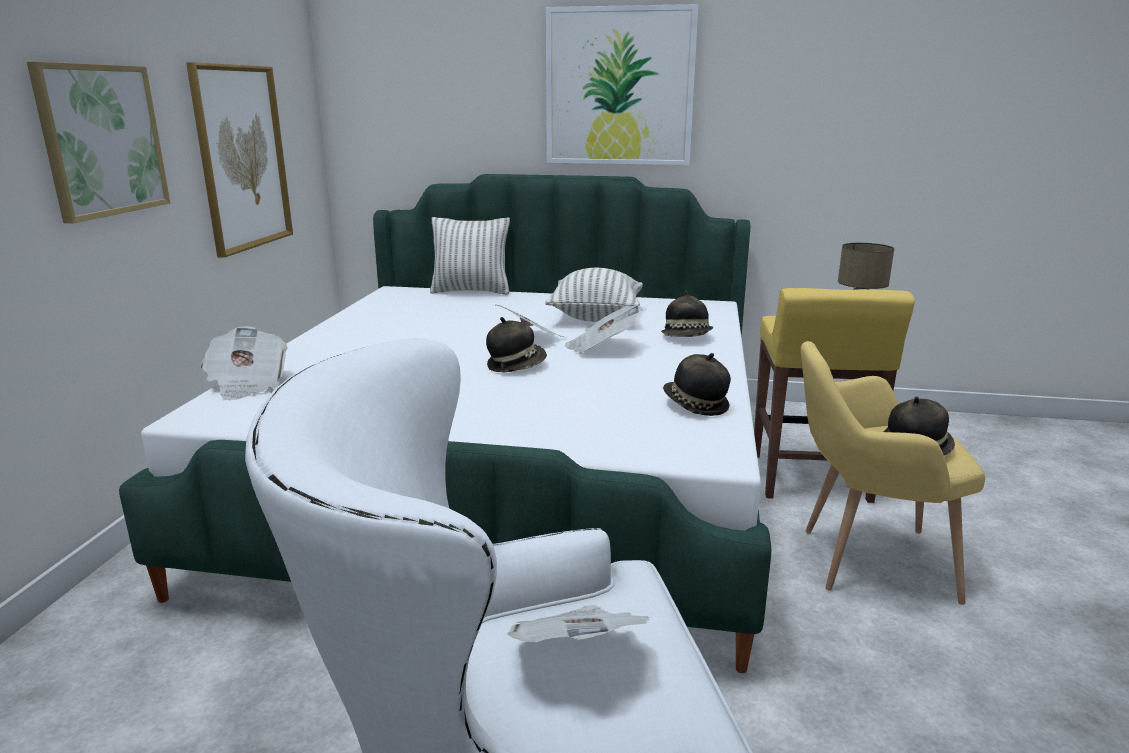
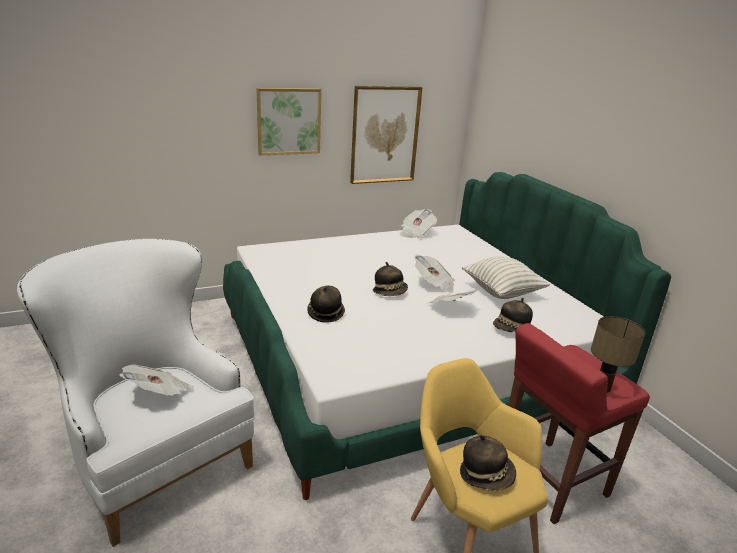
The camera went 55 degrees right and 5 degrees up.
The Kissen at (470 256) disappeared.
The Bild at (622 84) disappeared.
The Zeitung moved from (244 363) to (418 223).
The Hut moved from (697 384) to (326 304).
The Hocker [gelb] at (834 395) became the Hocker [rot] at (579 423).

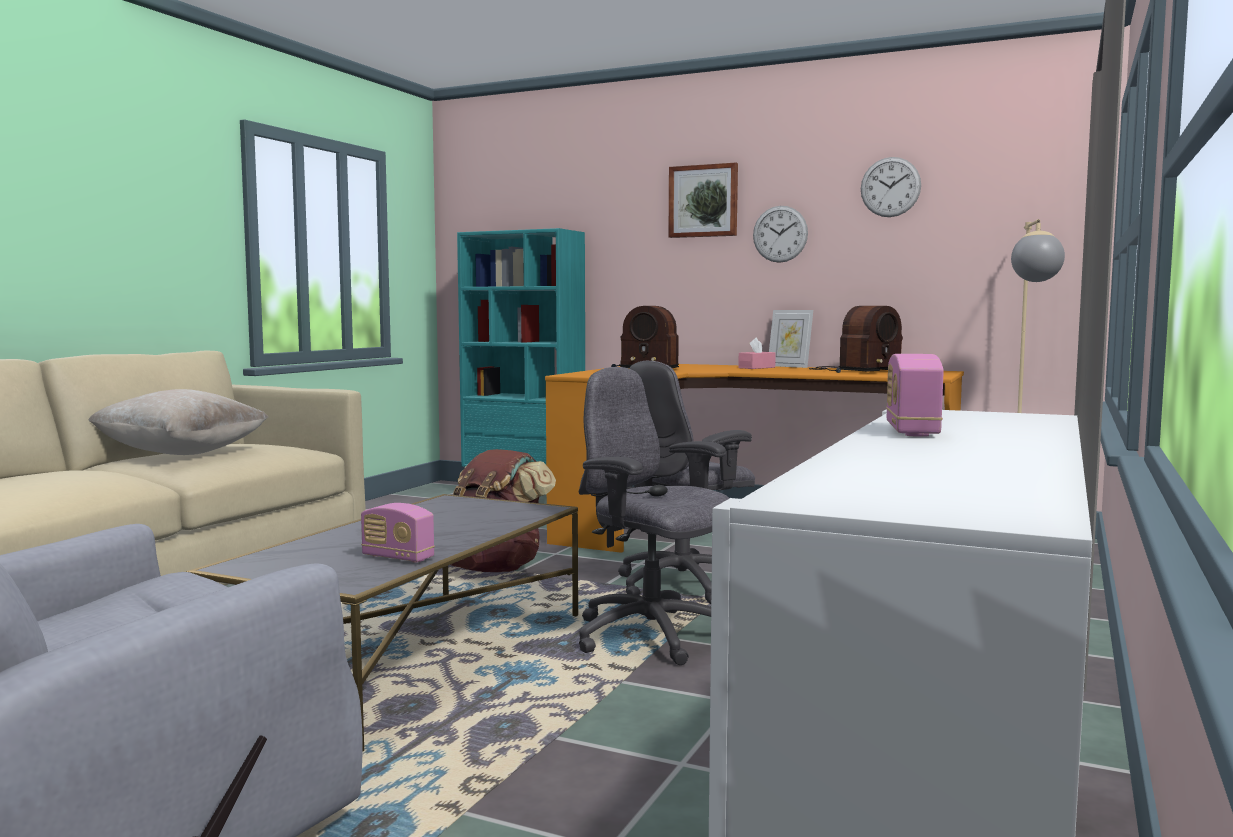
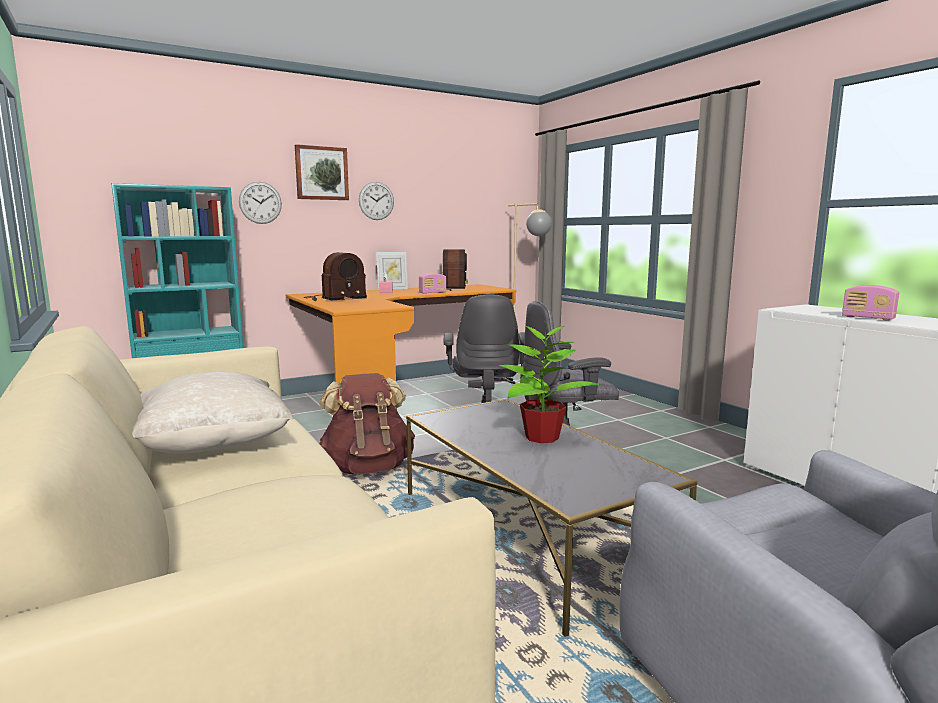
The camera went 55 degrees left and 5 degrees up.
The Topfpflanze at (549 382) appeared.
The Radio moved from (398 532) to (432 283).
The Wanduhr moved from (891 187) to (260 203).

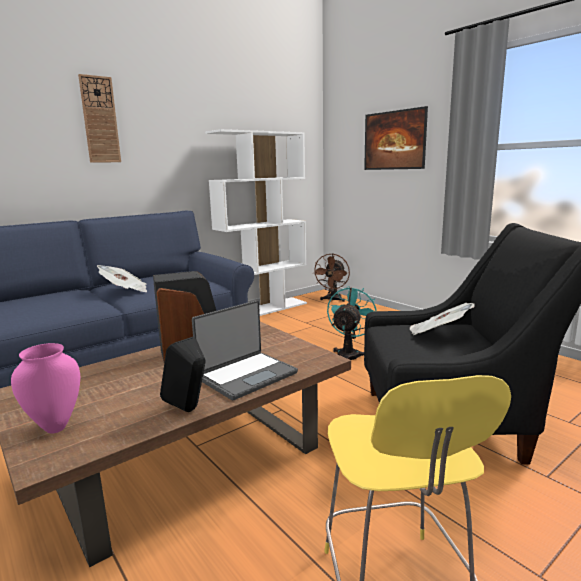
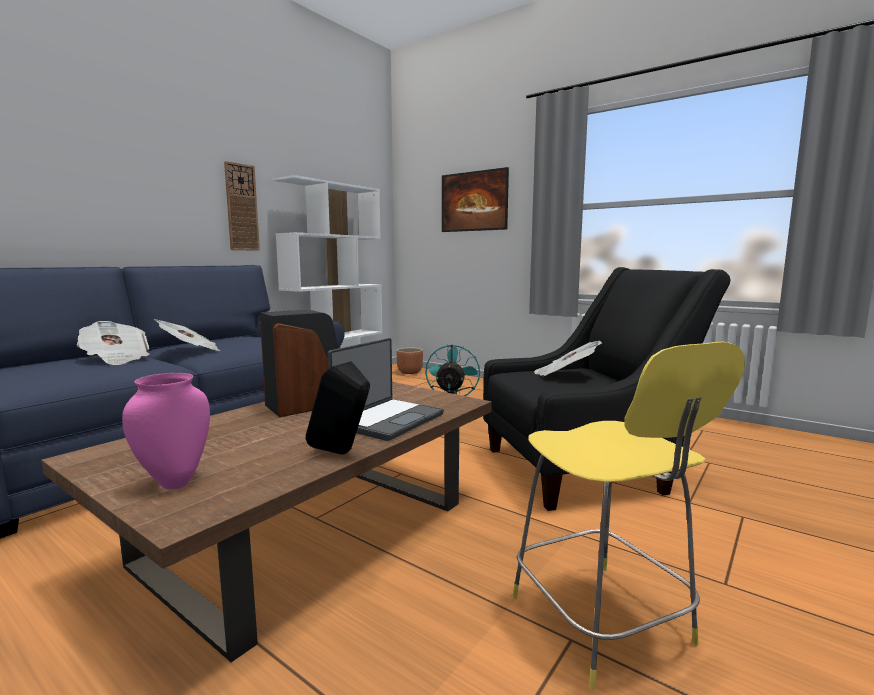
The camera went 15 degrees left and 5 degrees down.
The Zeitung at (113 343) appeared.
The Wanduhr moved from (99 118) to (242 206).
The Ventilator [braun] at (331 277) was replaced by the Pflanzkübel [braun] at (409 361).

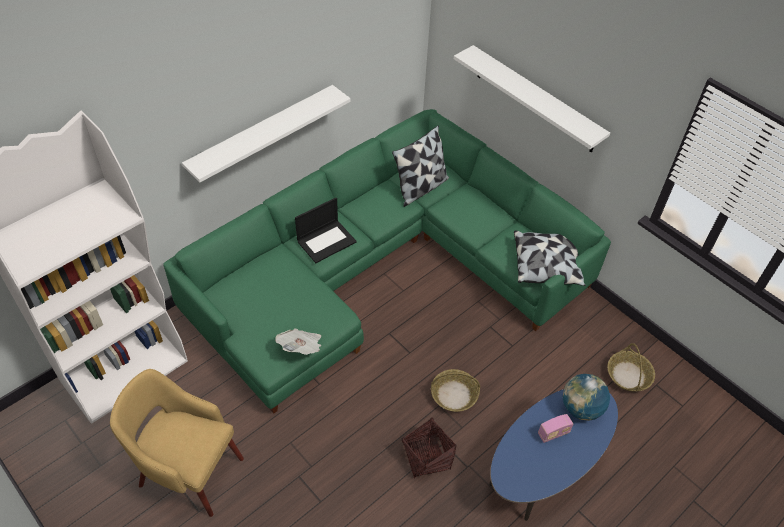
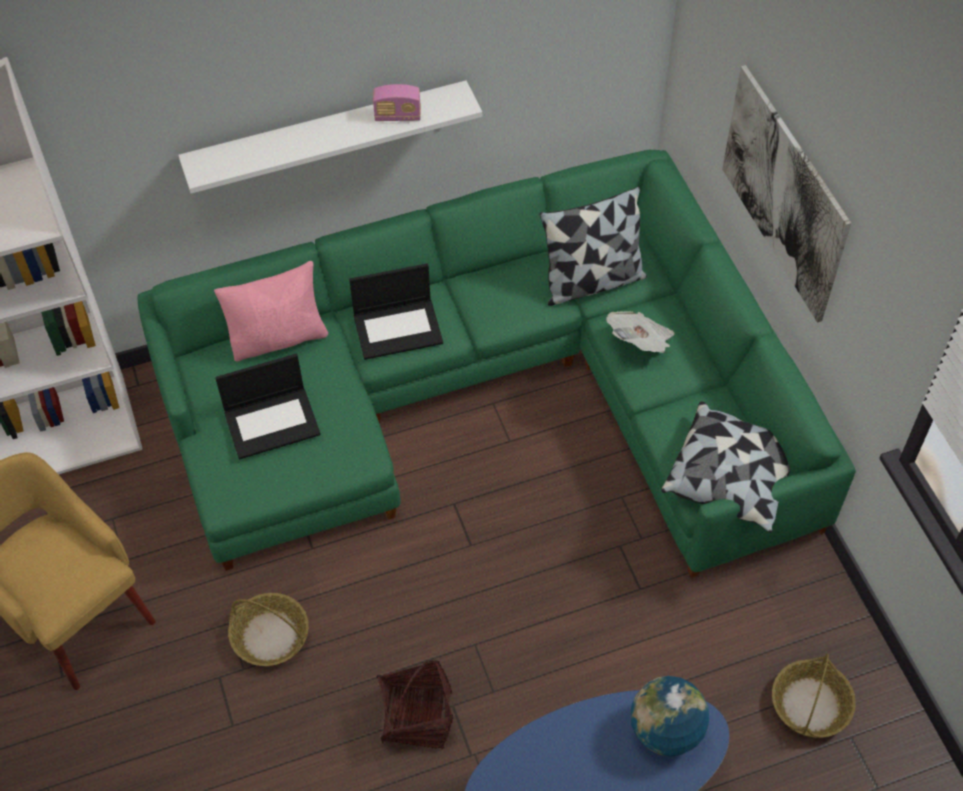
The camera went 25 degrees right and 5 degrees up.
The Kissen [rosa] at (271 311) appeared.
The Laptop at (268 406) appeared.
The Zeitung moved from (298 341) to (640 332).
The Korb moved from (455 390) to (268 629).
The Radio moved from (555 428) to (397 102).
The Wandregal [weiß] at (532 99) was replaced by the Bild at (786 194).

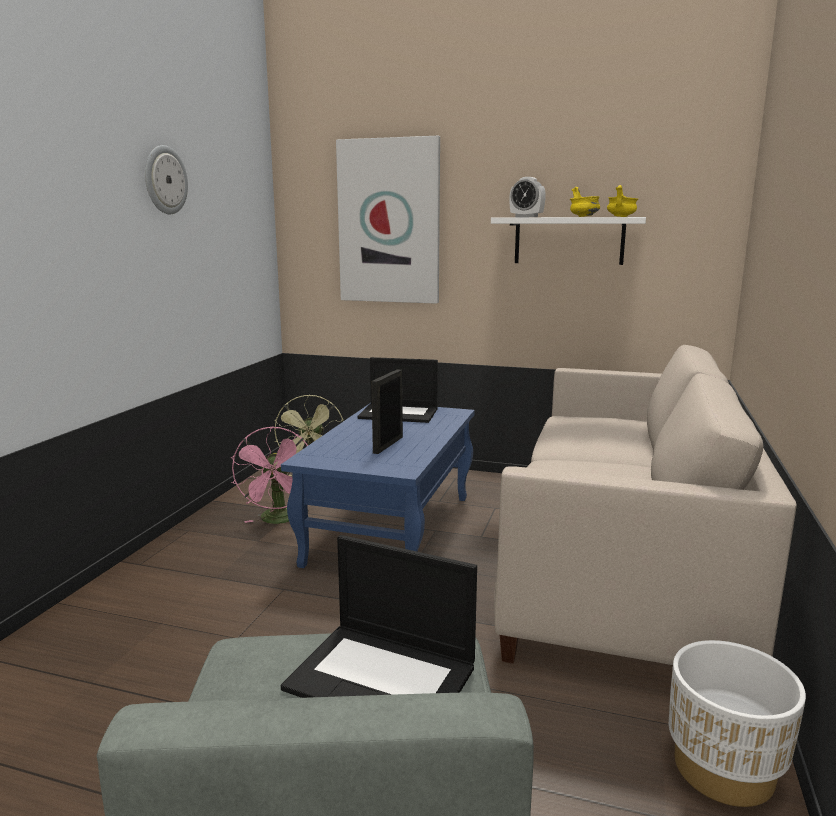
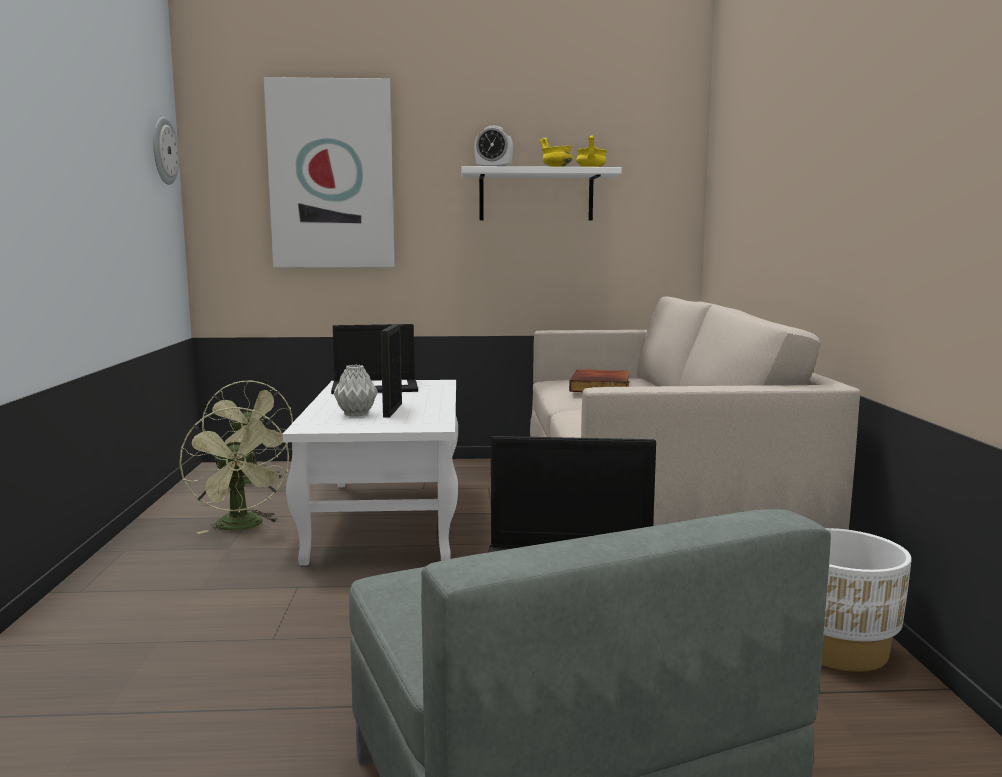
The camera went 20 degrees left and 5 degrees down.
The Vase [grau] at (356 391) appeared.
The Buch at (599 380) appeared.
The Wanduhr moved from (166 179) to (166 151).
The Ventilator [rosa] at (270 475) became the Ventilator [grün] at (234 470).
The Couchtisch [blau] at (377 485) became the Couchtisch [weiß] at (370 473).

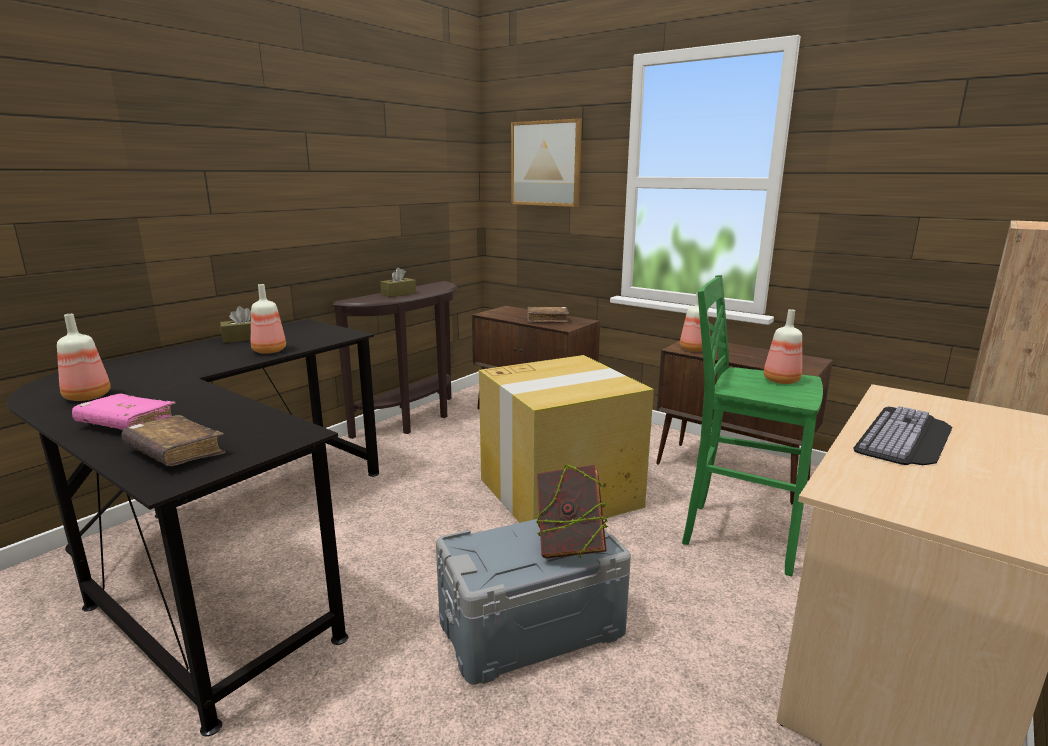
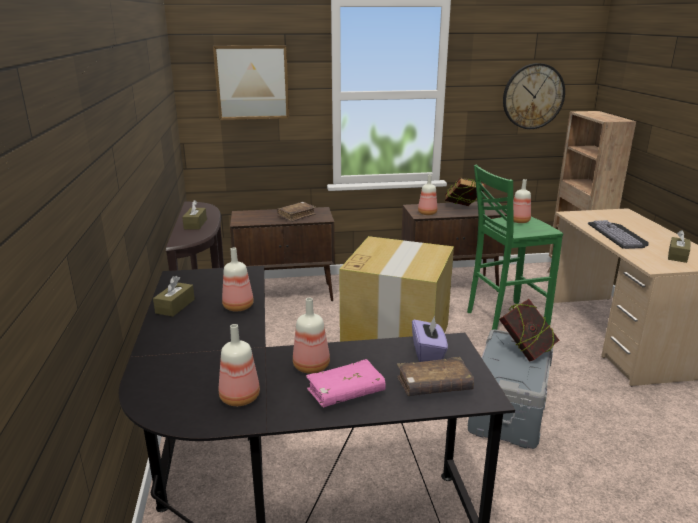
The camera went 45 degrees left and 5 degrees up.
The Flasche at (311 336) appeared.
The Taschentuchbox [lila] at (430 338) appeared.
The Buch at (465 192) appeared.
The Wanduhr at (534 96) appeared.
The Taschentuchbox [braun] at (679 246) appeared.

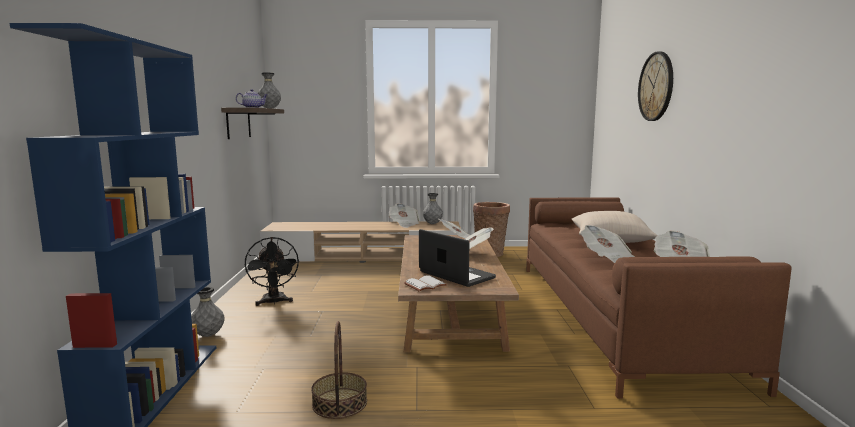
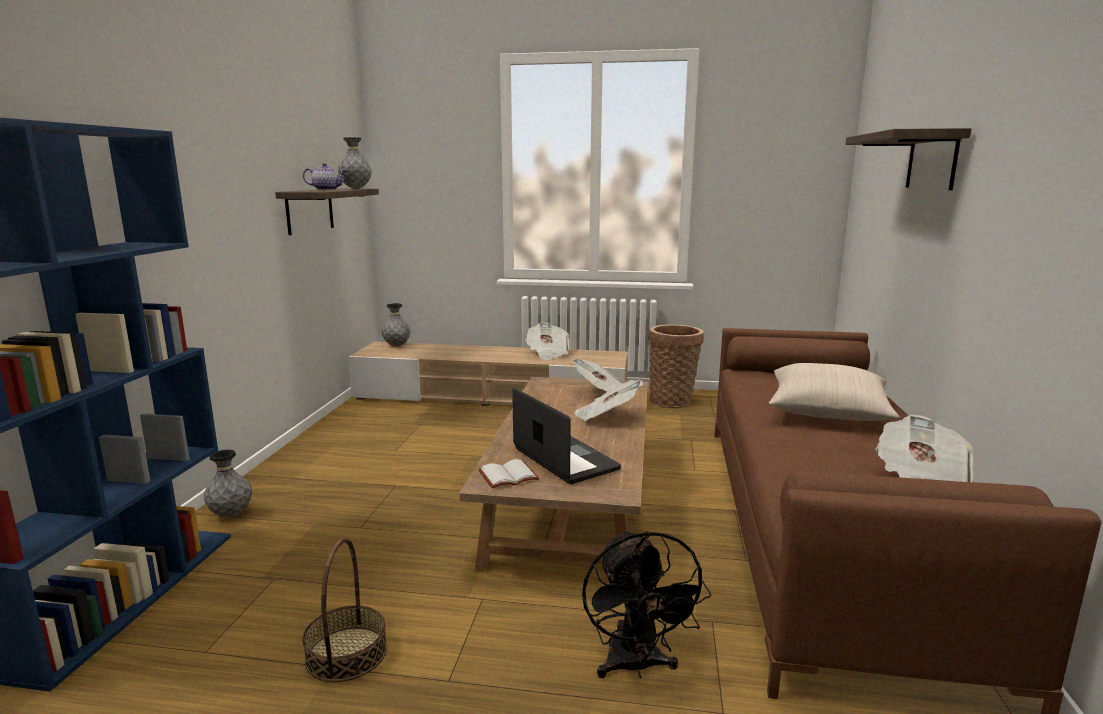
The camera went 10 degrees right and 5 degrees up.
The Zeitung at (608 244) disappeared.
The Ventilator [schwarz] moved from (272 271) to (647 603).
The Vase [grau] moved from (433 208) to (396 324).
The Wanduhr at (655 86) was replaced by the Wandregal at (908 159).

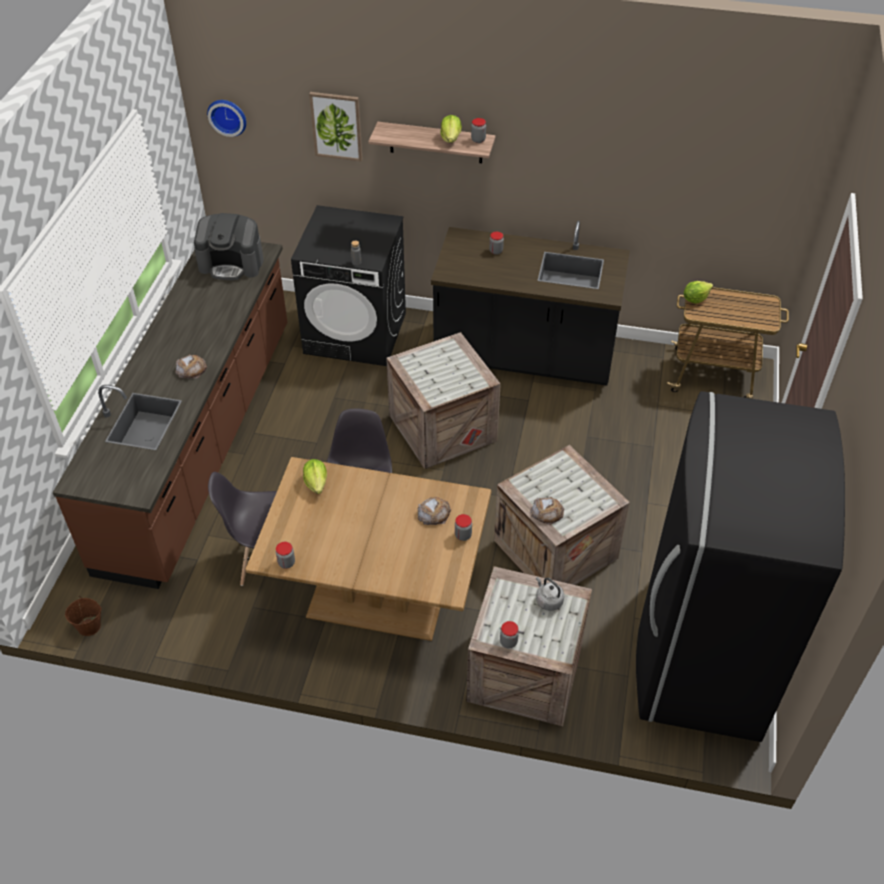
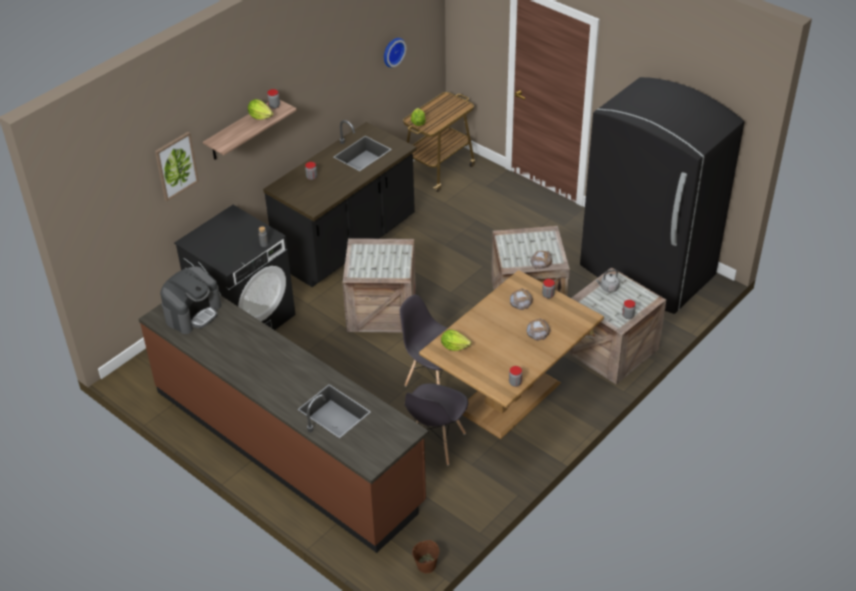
The camera went 60 degrees left and 5 degrees down.
The Brot moved from (191 366) to (538 329).
The Wanduhr moved from (226 118) to (395 53).

